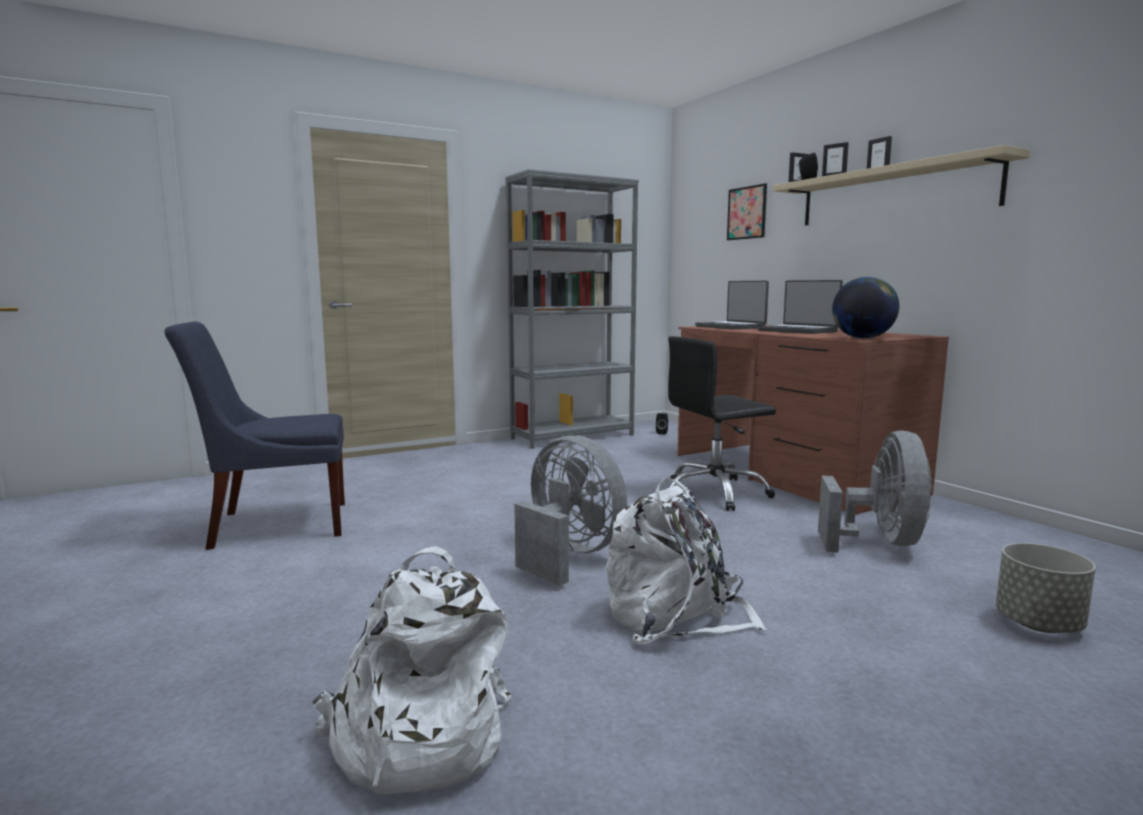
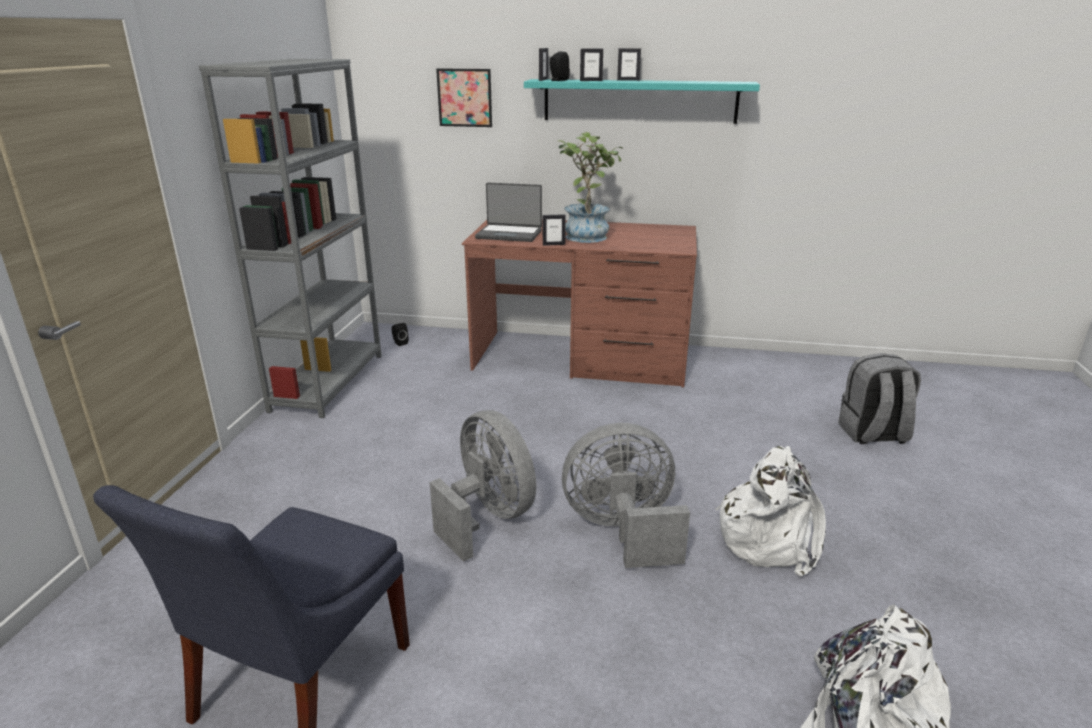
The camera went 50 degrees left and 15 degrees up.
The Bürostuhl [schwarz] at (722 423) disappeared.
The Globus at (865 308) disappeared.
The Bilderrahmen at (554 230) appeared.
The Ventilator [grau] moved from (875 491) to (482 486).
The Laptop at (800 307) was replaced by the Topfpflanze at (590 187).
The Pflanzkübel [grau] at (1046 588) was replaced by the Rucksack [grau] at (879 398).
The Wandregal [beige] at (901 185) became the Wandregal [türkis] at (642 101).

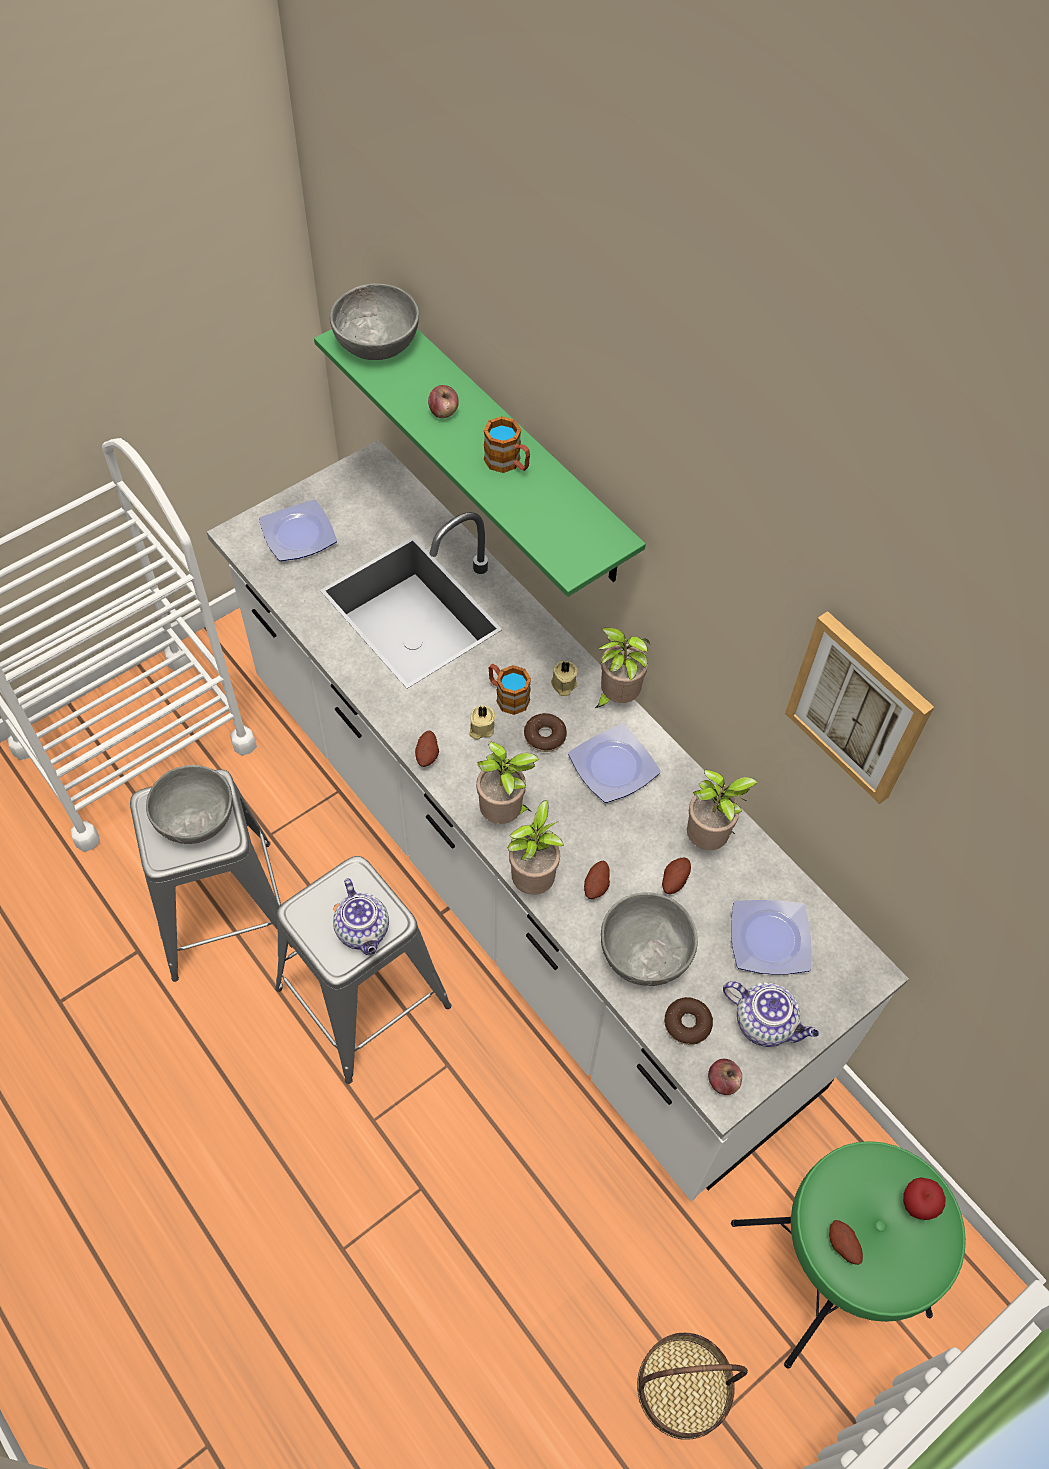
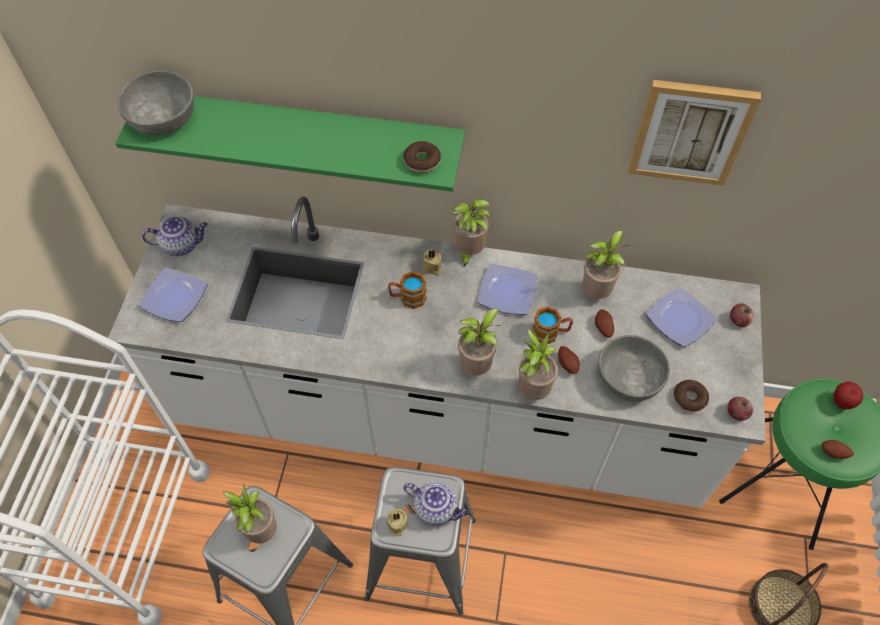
The camera went 40 degrees left and 0 degrees up.
The Kartoffel at (427 748) disappeared.
The Apfel moved from (443 401) to (742 315).
The Kerze [beige] moved from (482 722) to (397 522).
The Henkelbecher moved from (507 444) to (552 325).
The Donut moved from (545 732) to (422 157).
The Teekanne moved from (771 1014) to (175 236).
The Schüssel [grau] at (189 804) was replaced by the Topfpflanze at (250 514).

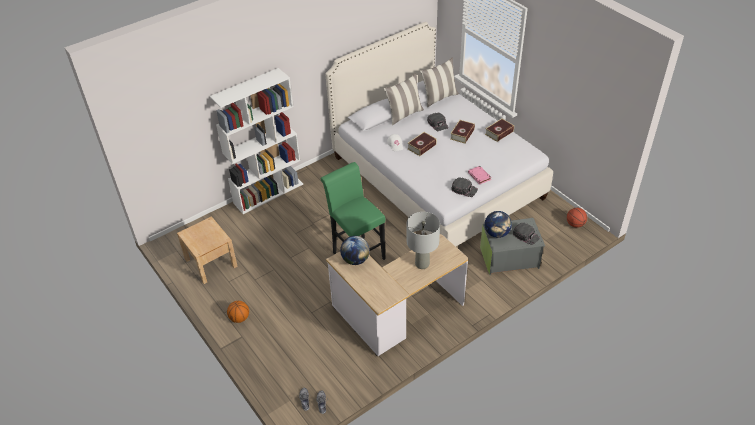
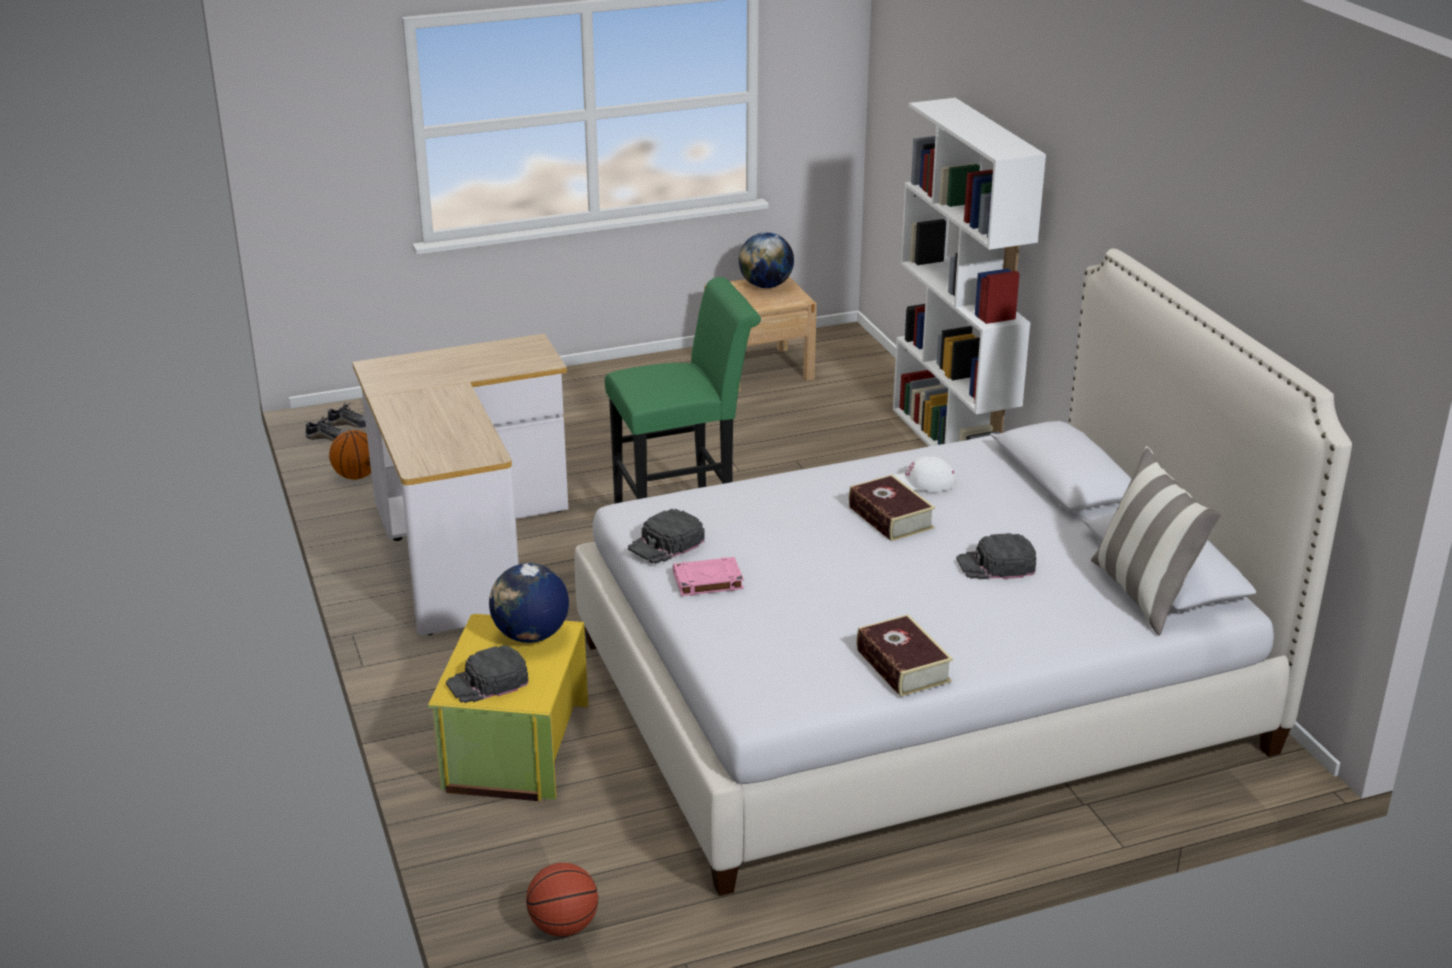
The camera went 105 degrees right and 15 degrees down.
The Kissen at (404 99) disappeared.
The Tischlampe [grau] at (423 240) disappeared.
The Buch at (462 132) disappeared.
The Basketball moved from (238 312) to (350 455).
The Globus moved from (355 250) to (766 260).
The Aufbewahrungsbox [grau] at (512 246) became the Aufbewahrungsbox [gelb] at (508 707).

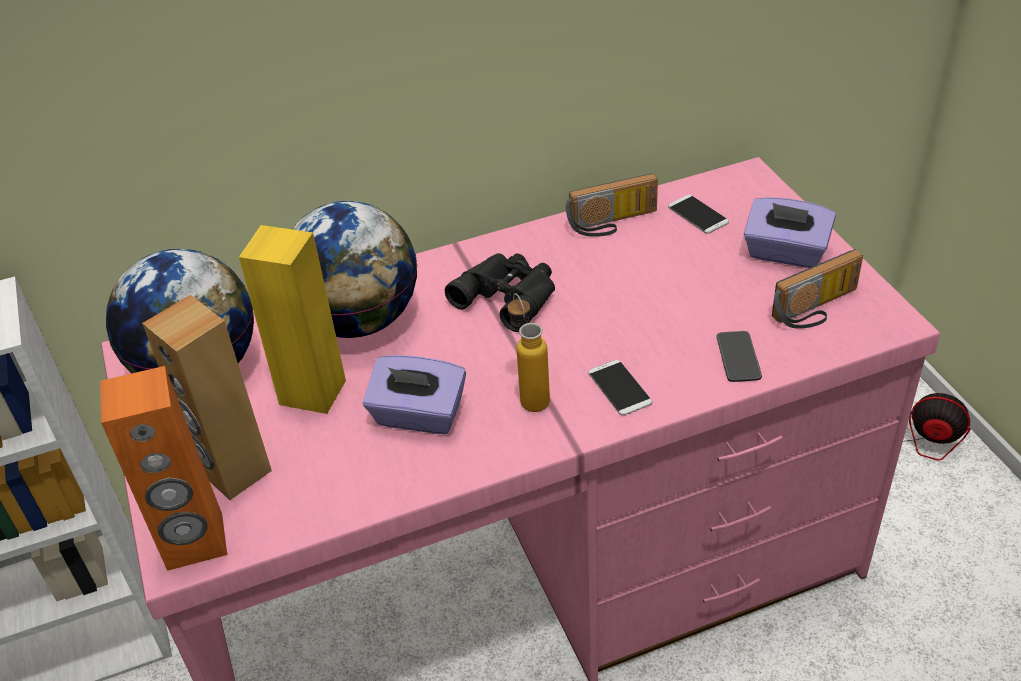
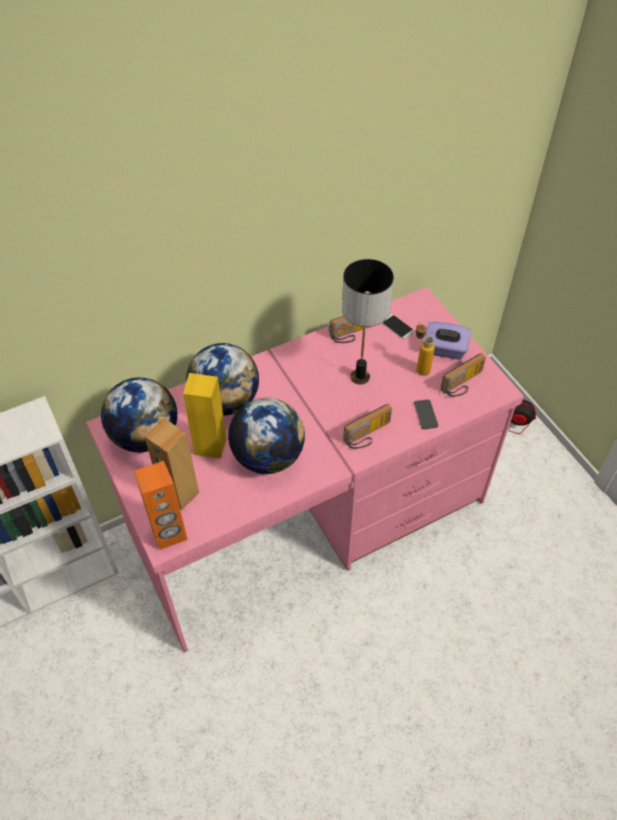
The camera went 10 degrees left and 10 degrees up.
The Fernglas [schwarz] at (500 292) disappeared.
The Tischlampe at (368 321) appeared.
The Flasche moved from (529 352) to (425 349).
The Taschentuchbox [lila] at (414 394) was replaced by the Globus at (266 436).
The Handy at (620 388) was replaced by the Radio at (367 426).

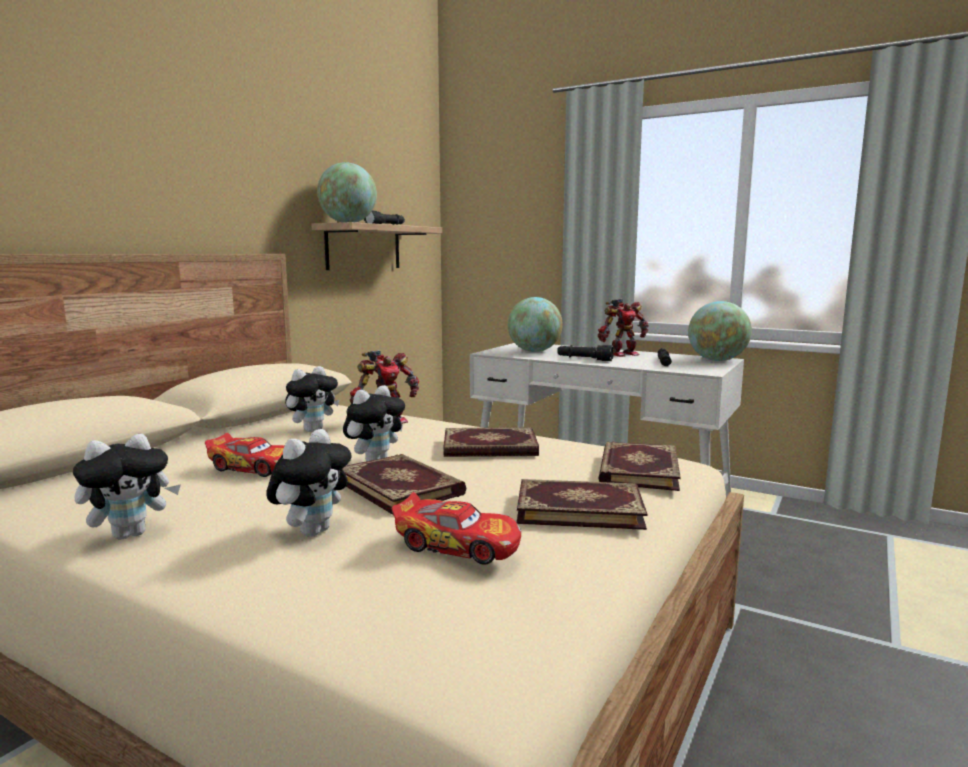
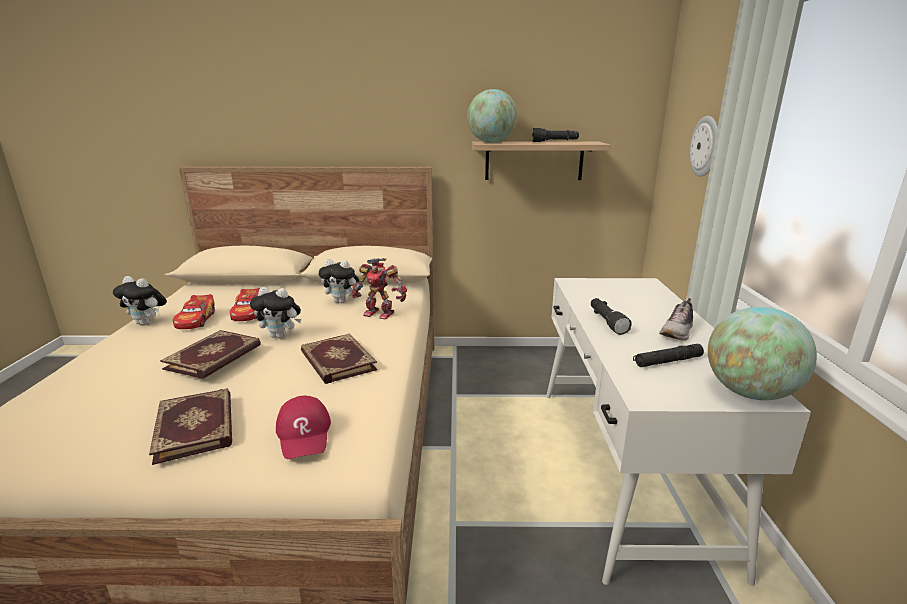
The camera went 60 degrees right and 10 degrees up.
The Plüschtier at (309 483) disappeared.
The Globus at (535 324) disappeared.
The Wanduhr at (704 146) appeared.
The Spielzeugauto moved from (456 528) to (194 311).
The Spielzeugroboter at (623 328) was replaced by the Schuh at (676 319).
The Buch at (639 466) was replaced by the Kappe [rot] at (303 427).

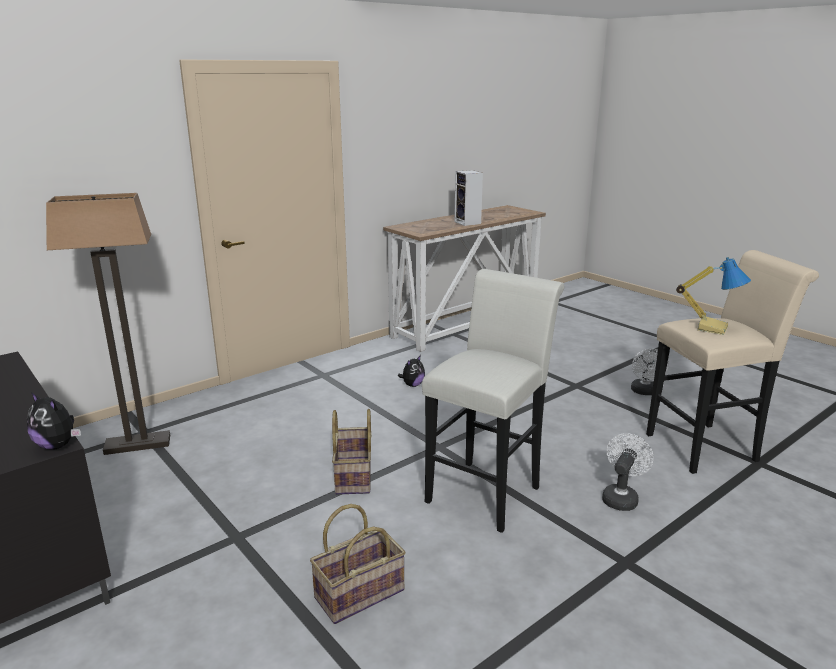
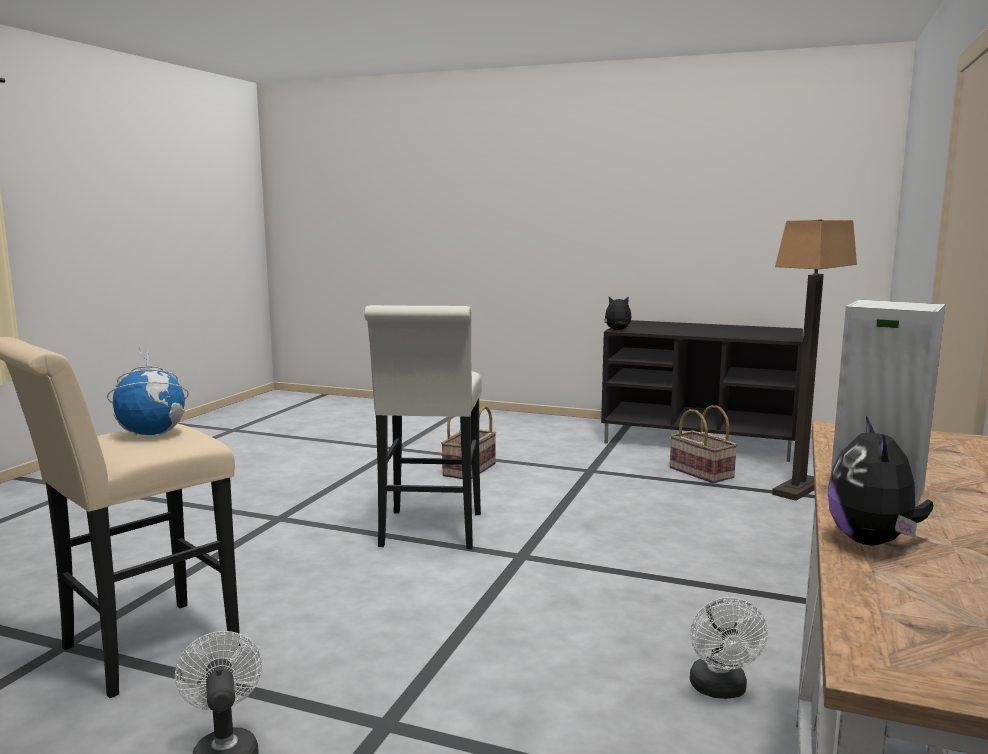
The camera went 150 degrees right and 10 degrees down.
The Korb moved from (352 452) to (704 444).
The Plüschtier moved from (411 371) to (881 480).
The Ventilator [weiß] moved from (628 472) to (729 648).
The Tischlampe at (713 296) was replaced by the Globus at (148 390).

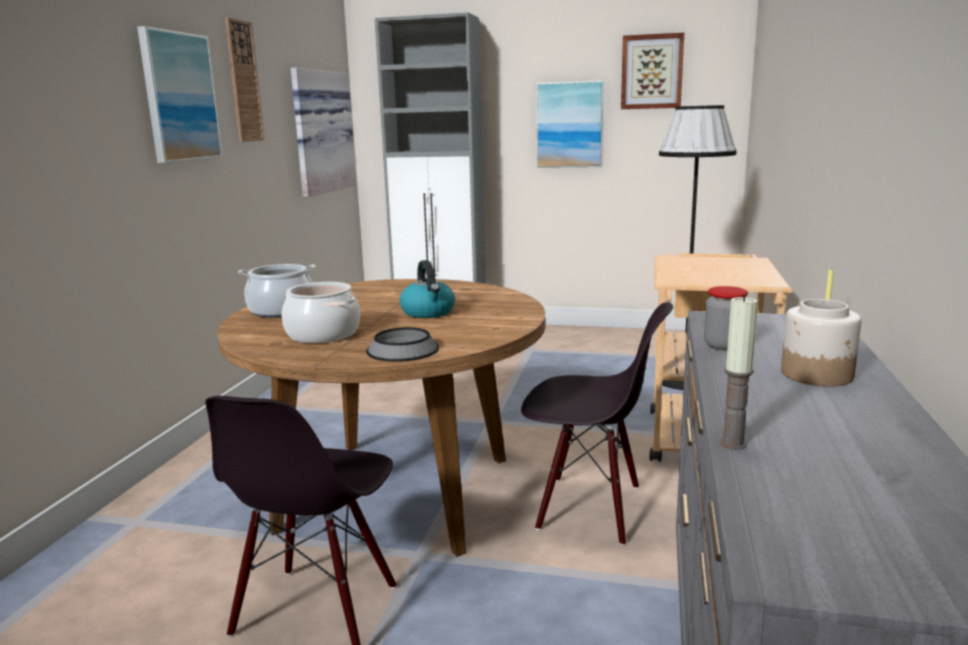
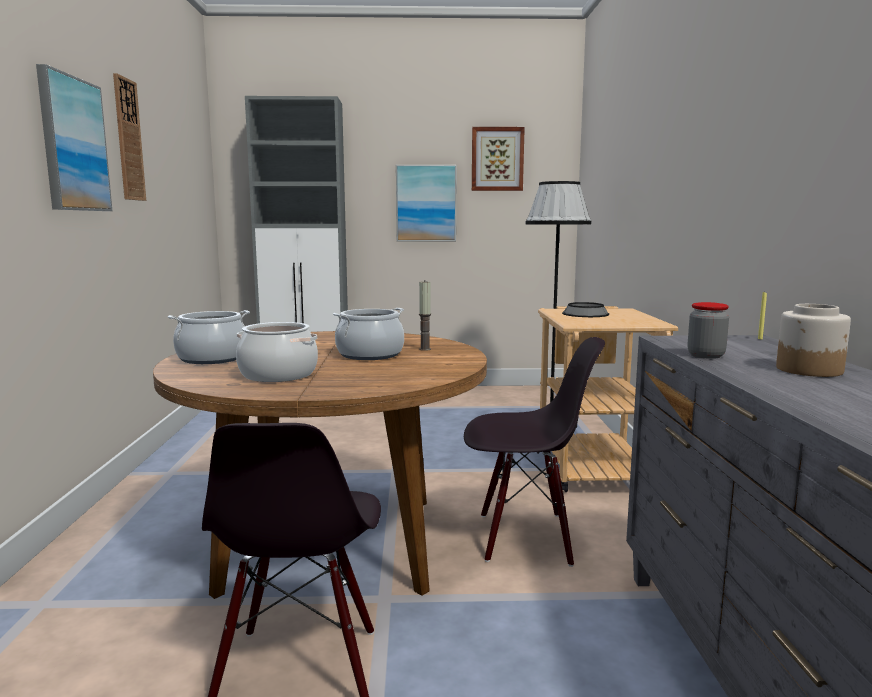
The camera went 15 degrees left and 5 degrees down.
The Bild at (324 132) disappeared.
The Schüssel moved from (402 344) to (585 309).
The Kerze moved from (739 372) to (425 316).
The Wasserkessel at (427 289) was replaced by the Kochtopf at (368 334).

